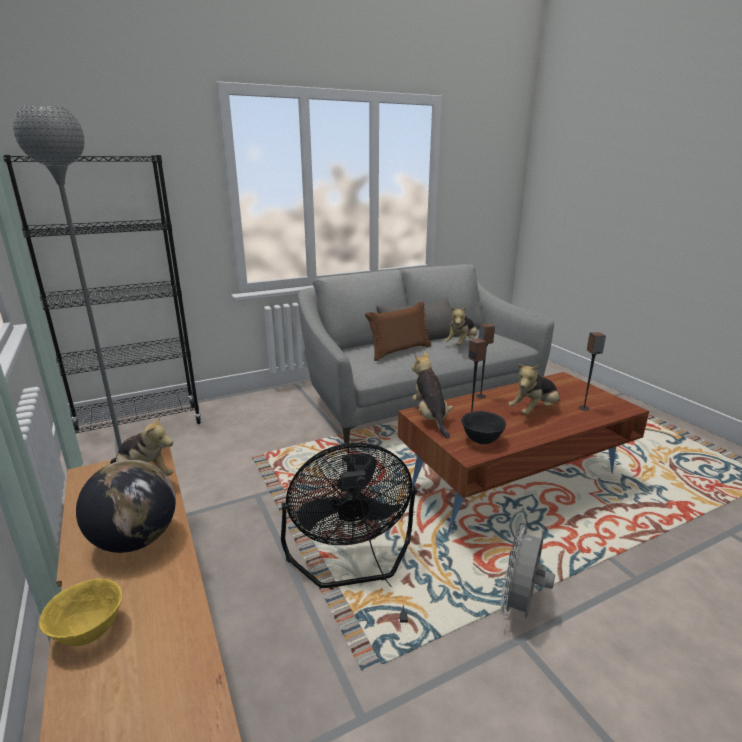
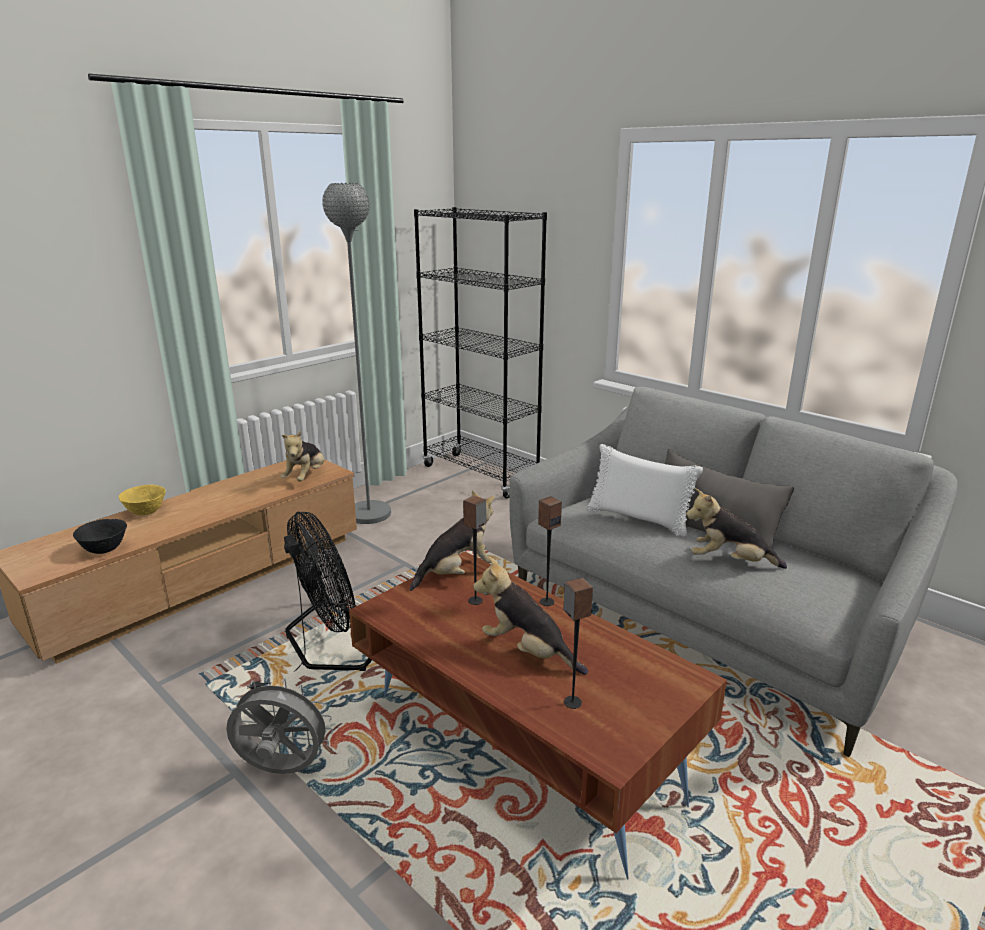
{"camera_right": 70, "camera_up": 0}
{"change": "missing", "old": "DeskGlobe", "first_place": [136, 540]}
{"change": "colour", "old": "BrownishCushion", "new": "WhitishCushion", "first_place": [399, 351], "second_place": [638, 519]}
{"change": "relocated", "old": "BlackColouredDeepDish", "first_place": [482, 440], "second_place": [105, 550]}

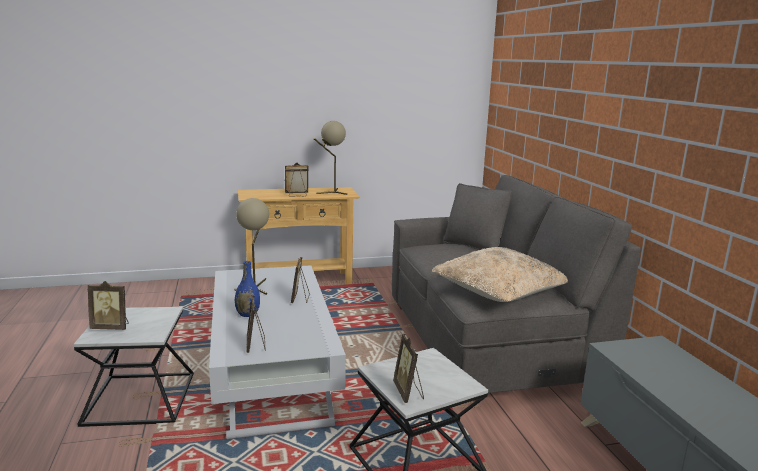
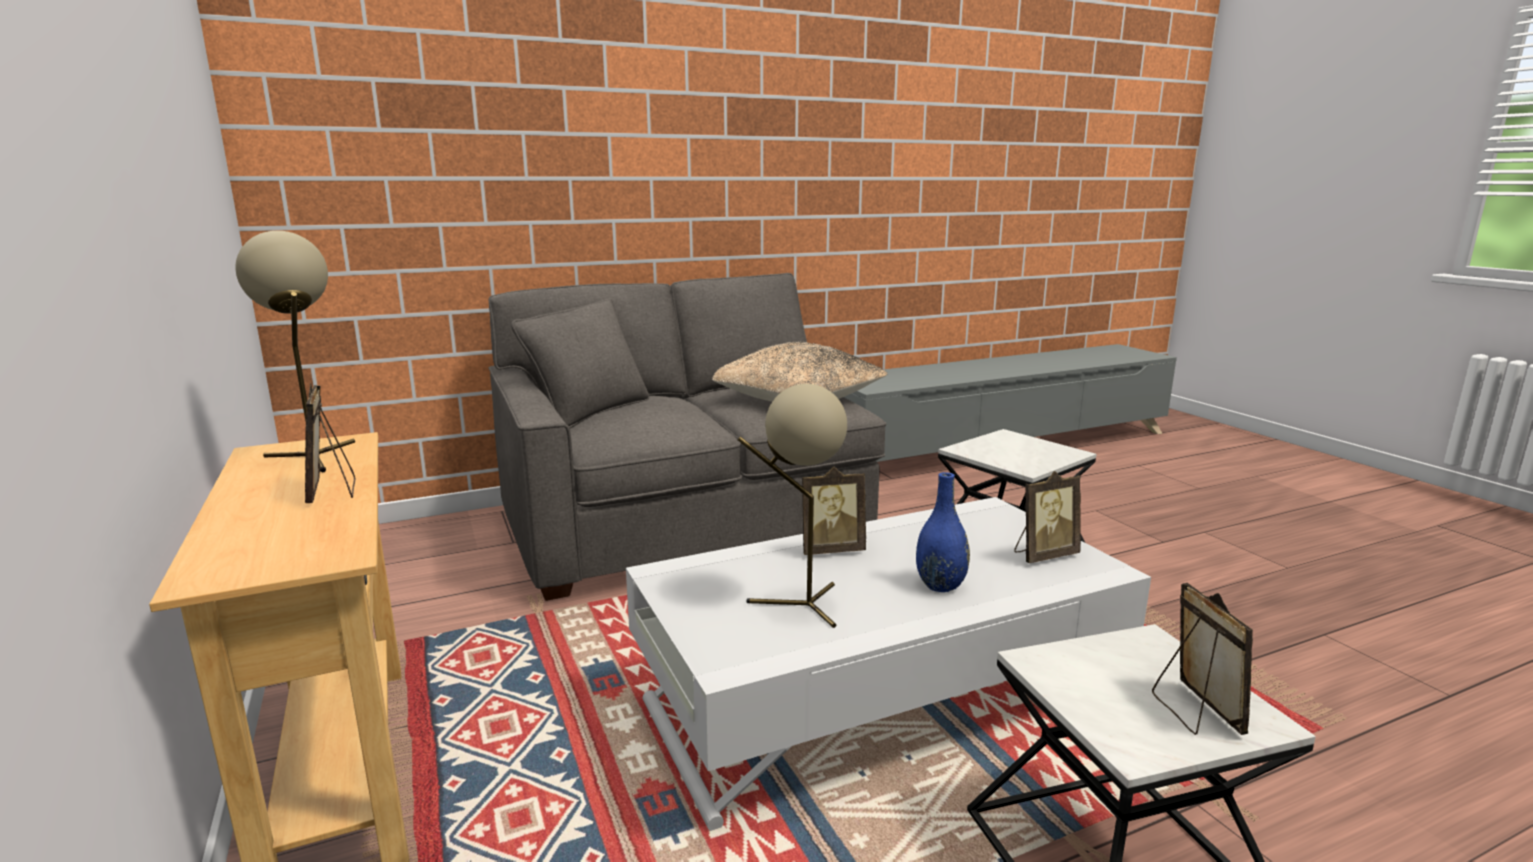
{"camera_right": -100, "camera_up": 0}
{"change": "missing", "old": "PhotoFrame", "first_place": [408, 392]}

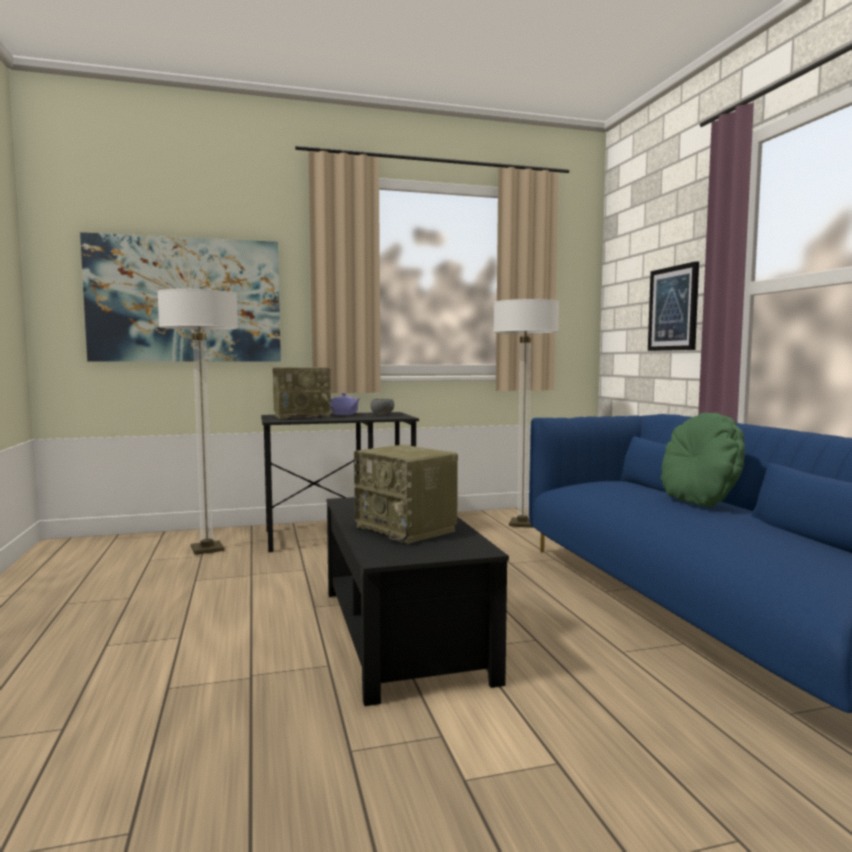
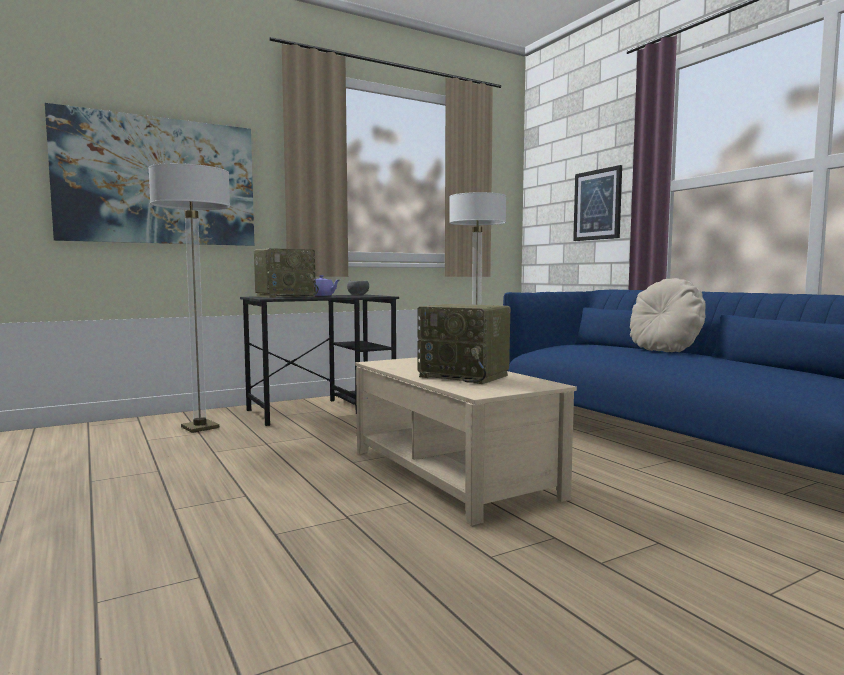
{"camera_right": -15, "camera_up": 0}
{"change": "colour", "old": "BlackColouredLoungeTable", "new": "BeigeLoungeTable", "first_place": [404, 633], "second_place": [453, 473]}
{"change": "colour", "old": "GreenColouredCushion", "new": "BeigeCushion", "first_place": [699, 503], "second_place": [665, 351]}

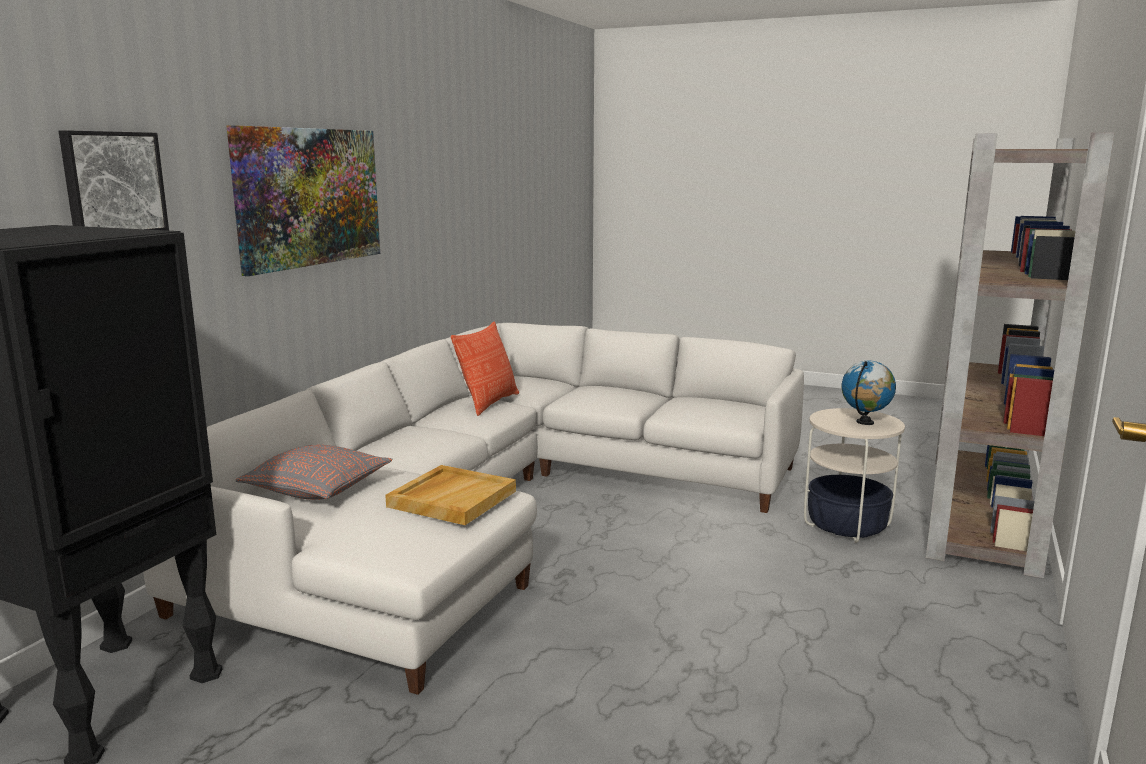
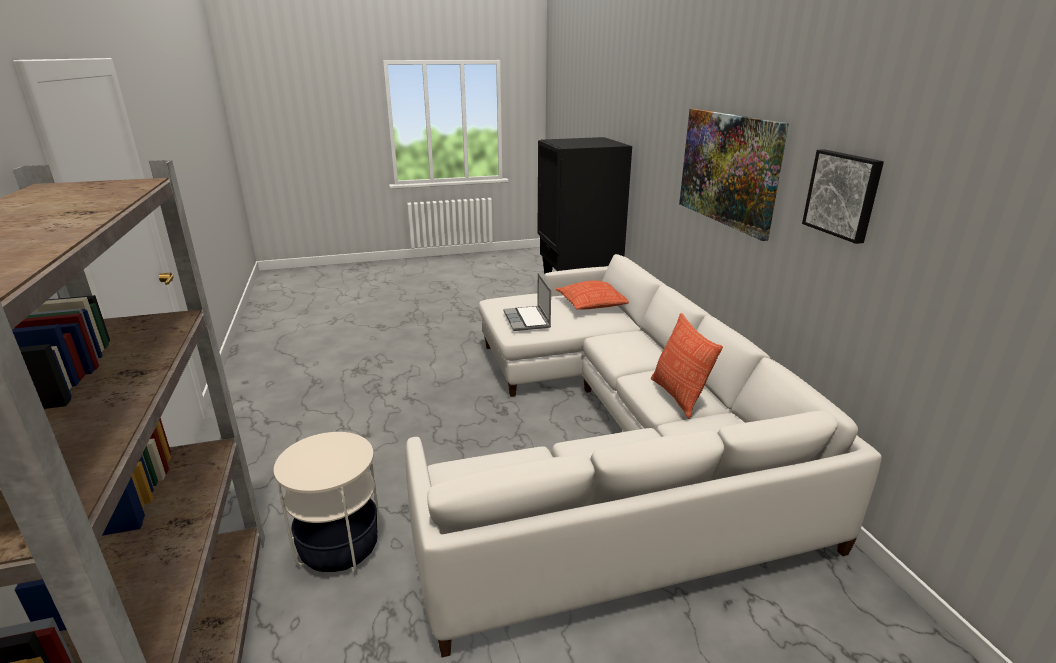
{"camera_right": 140, "camera_up": 10}
{"change": "relocated", "old": "Picture", "first_place": [113, 183], "second_place": [843, 194]}
{"change": "colour", "old": "GreyCushion", "new": "OrangeyCushion", "first_place": [318, 489], "second_place": [591, 305]}
{"change": "exchanged", "old": "BeigeServingTray", "new": "NotebookComputer", "first_place": [452, 498], "second_place": [527, 320]}
{"change": "missing", "old": "DeskGlobe", "first_place": [865, 422]}

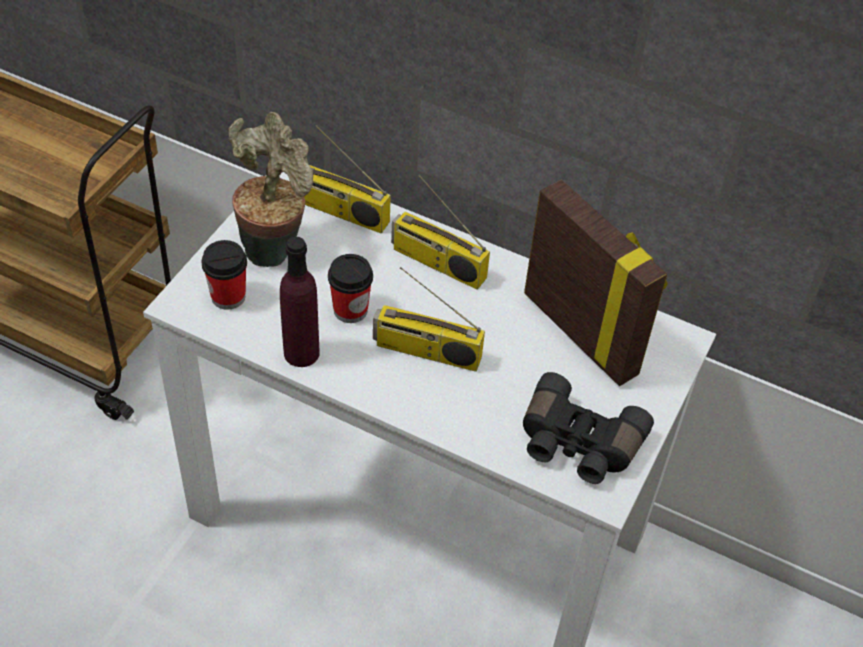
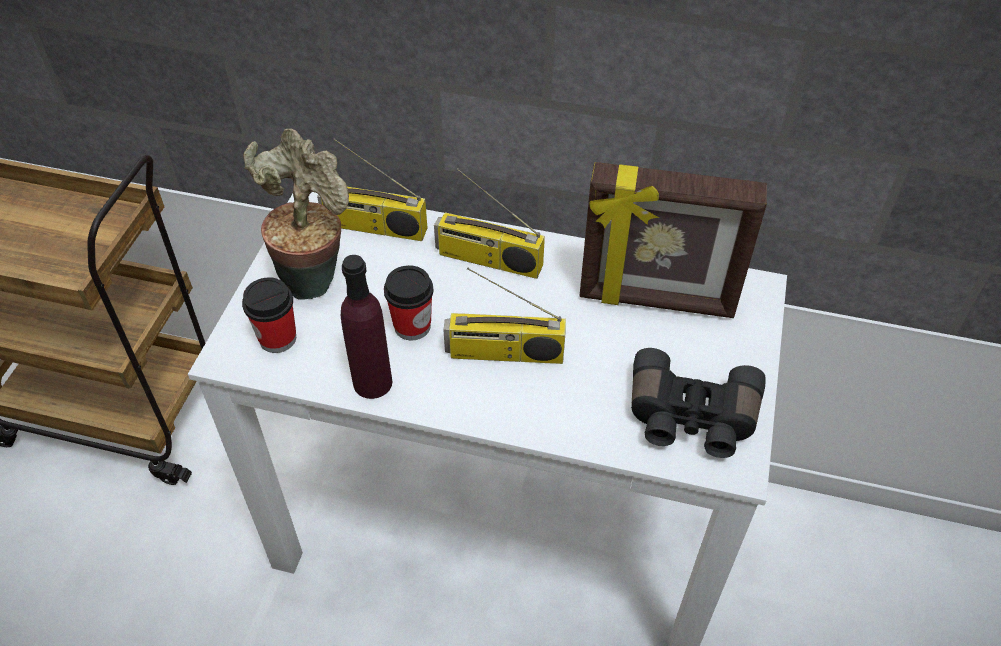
{"camera_right": -10, "camera_up": 0}
{"change": "spun", "old": "PhotoFrame", "first_place": [582, 333], "second_place": [656, 301], "degrees": 150}

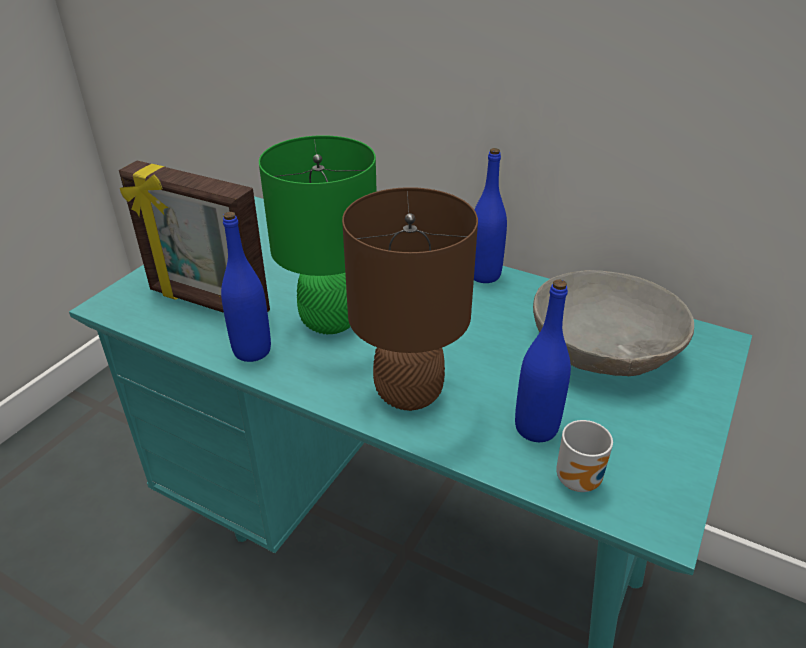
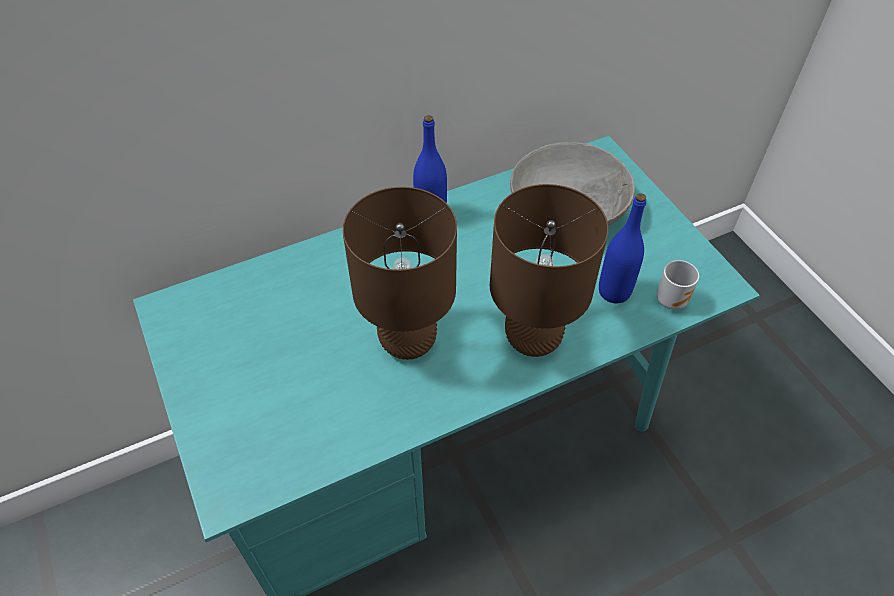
{"camera_right": -55, "camera_up": 15}
{"change": "missing", "old": "PhotoFrame", "first_place": [207, 302]}
{"change": "missing", "old": "BlueBottle", "first_place": [252, 351]}
{"change": "colour", "old": "GreenColouredTabletopLamp", "new": "BrownishTabletopLamp", "first_place": [327, 323], "second_place": [406, 344]}

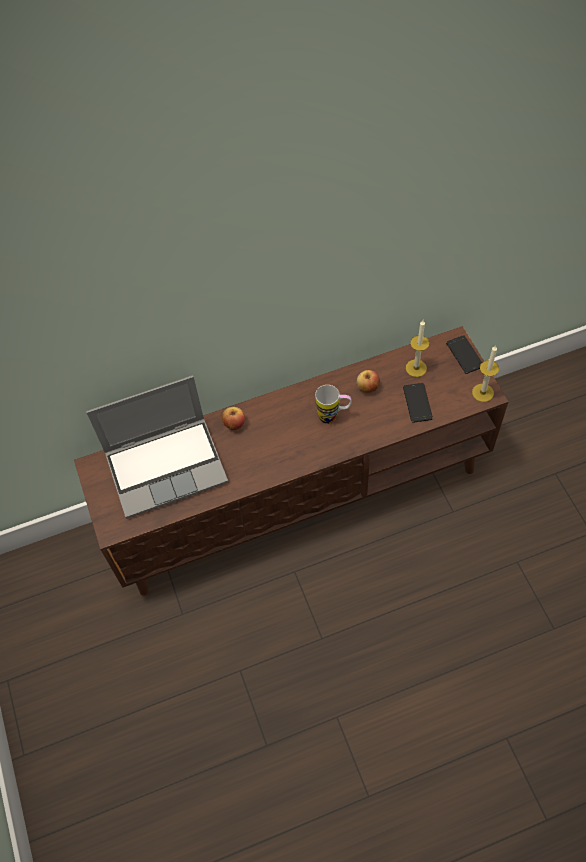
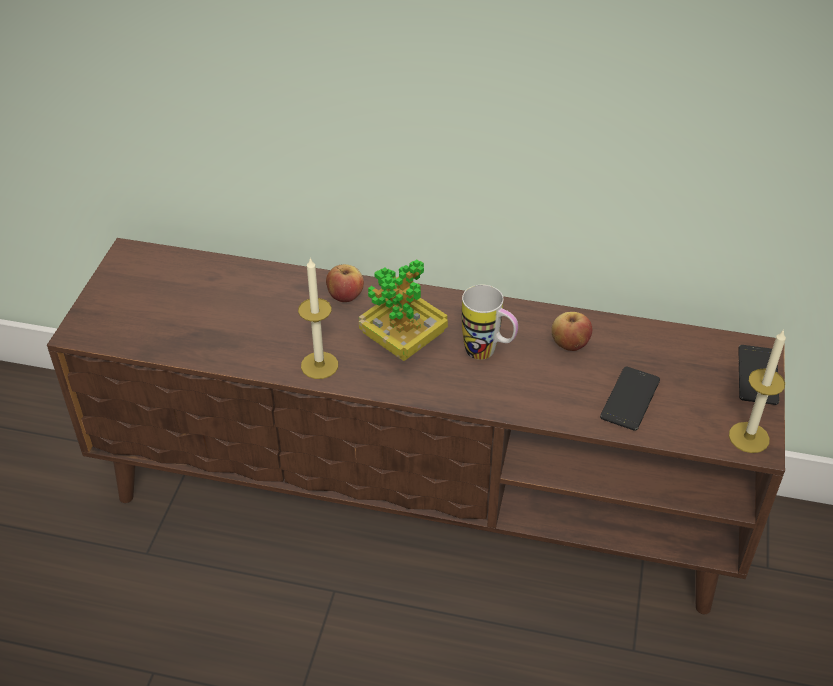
{"camera_right": 30, "camera_up": -15}
{"change": "missing", "old": "NotebookComputer", "first_place": [167, 466]}
{"change": "relocated", "old": "WaxLight", "first_place": [416, 368], "second_place": [319, 365]}
{"change": "appeared", "new": "Houseplant", "second_place": [403, 342]}

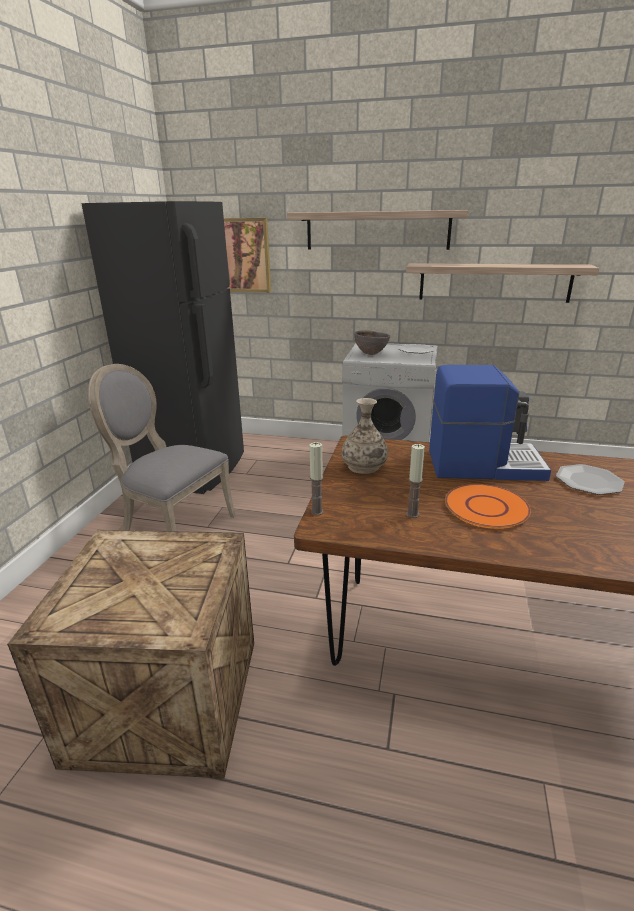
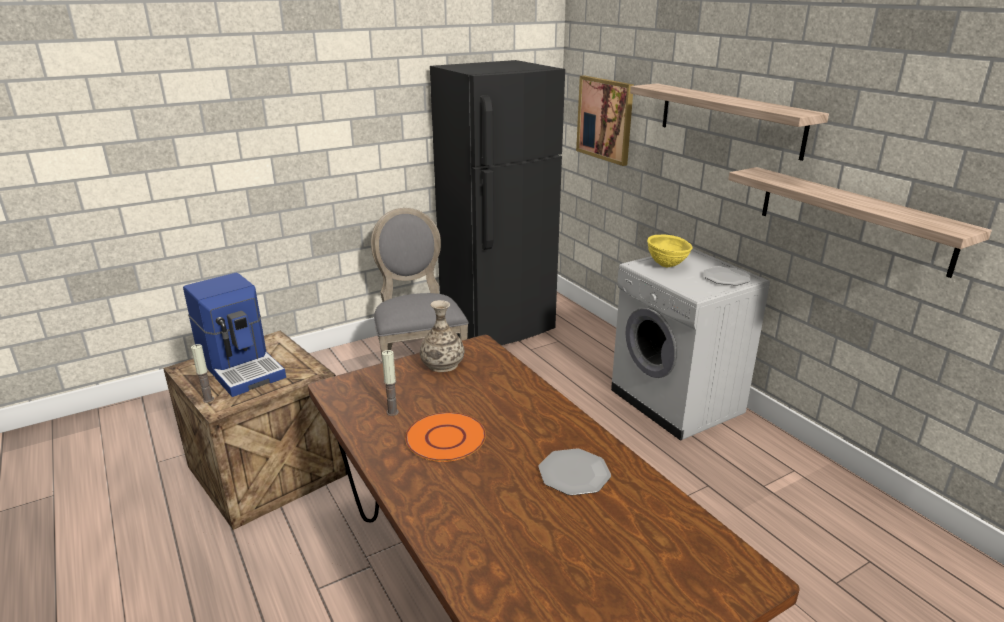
{"camera_right": 45, "camera_up": 0}
{"change": "relocated", "old": "WaxLight", "first_place": [317, 511], "second_place": [208, 399]}
{"change": "colour", "old": "BrownishDeepDish", "new": "YellowColouredDeepDish", "first_place": [371, 354], "second_place": [667, 266]}
{"change": "relocated", "old": "CoffeeMaker", "first_place": [483, 464], "second_place": [242, 367]}

